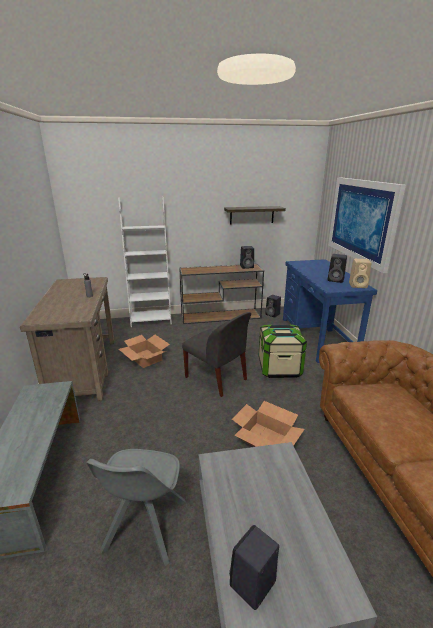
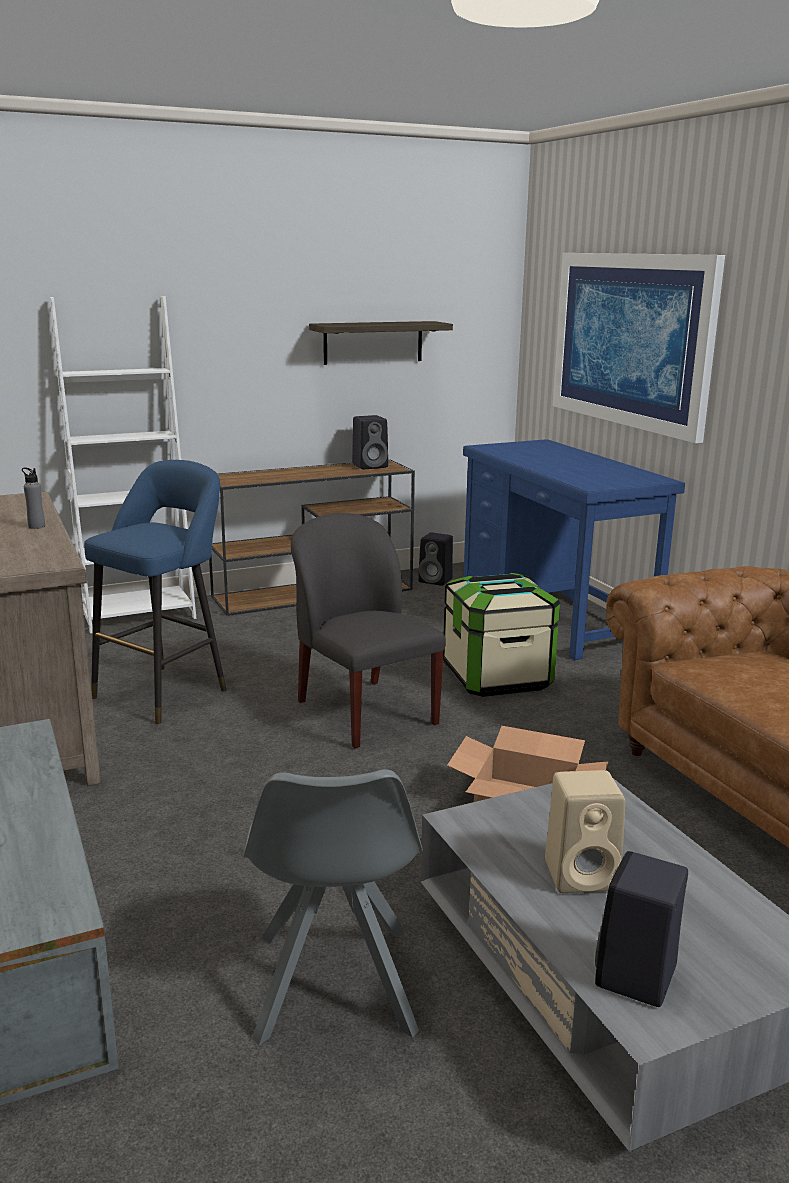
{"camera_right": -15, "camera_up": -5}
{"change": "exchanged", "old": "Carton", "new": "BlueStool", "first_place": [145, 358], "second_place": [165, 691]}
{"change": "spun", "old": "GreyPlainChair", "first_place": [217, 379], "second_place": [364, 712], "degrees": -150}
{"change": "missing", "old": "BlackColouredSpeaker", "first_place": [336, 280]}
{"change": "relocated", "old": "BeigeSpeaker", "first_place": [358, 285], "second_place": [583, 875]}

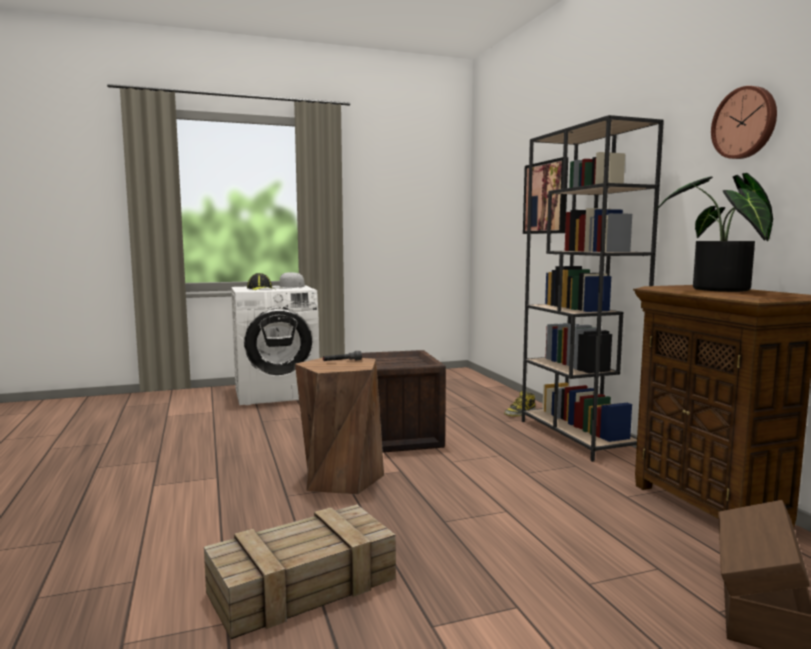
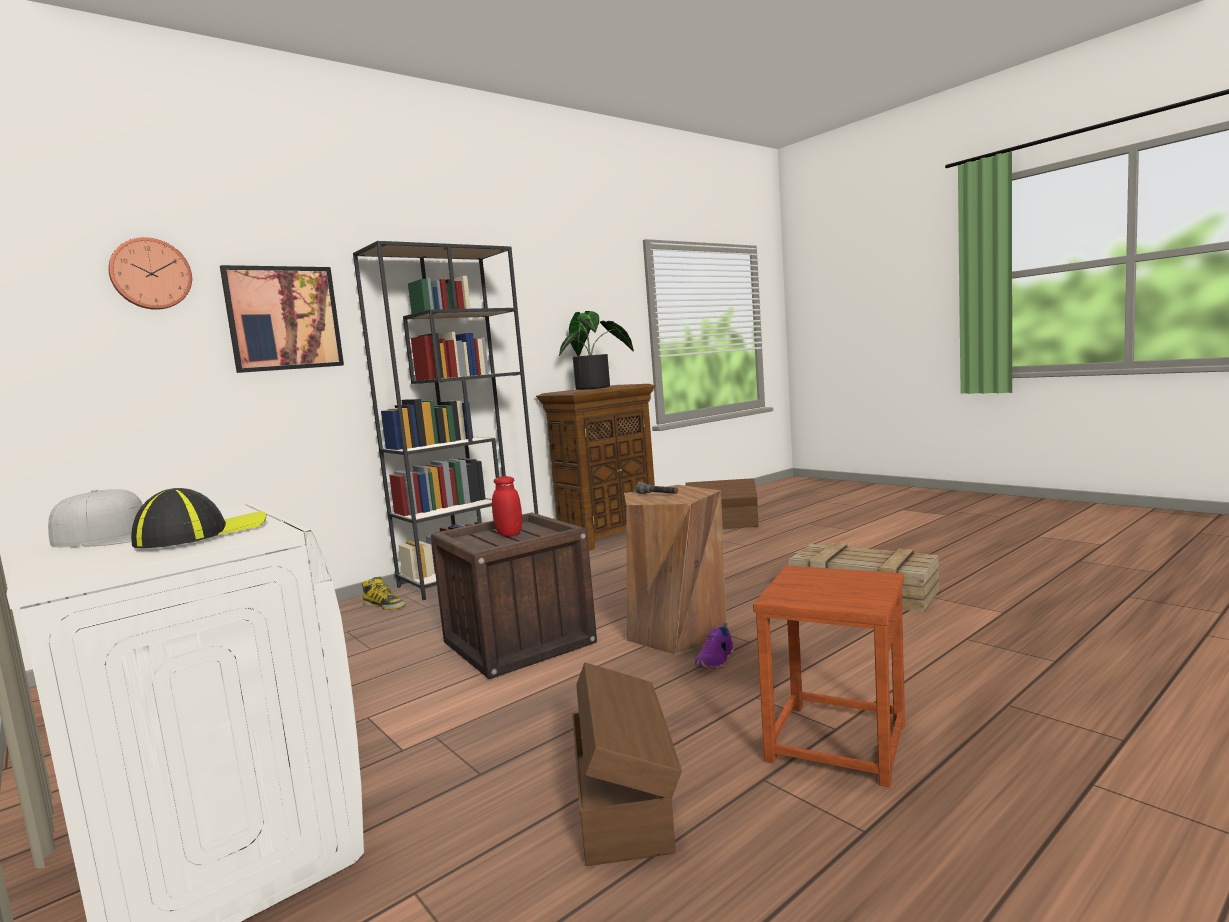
{"camera_right": -110, "camera_up": 0}
{"change": "relocated", "old": "ClockOnTheWall", "first_place": [745, 123], "second_place": [150, 274]}
{"change": "appeared", "new": "RedPreserveJar", "second_place": [509, 534]}
{"change": "appeared", "new": "BrownishStorageBin", "second_place": [623, 798]}
{"change": "appeared", "new": "PurpleColouredLowShoe", "second_place": [716, 661]}
{"change": "appeared", "new": "BrownishStool", "second_place": [835, 741]}

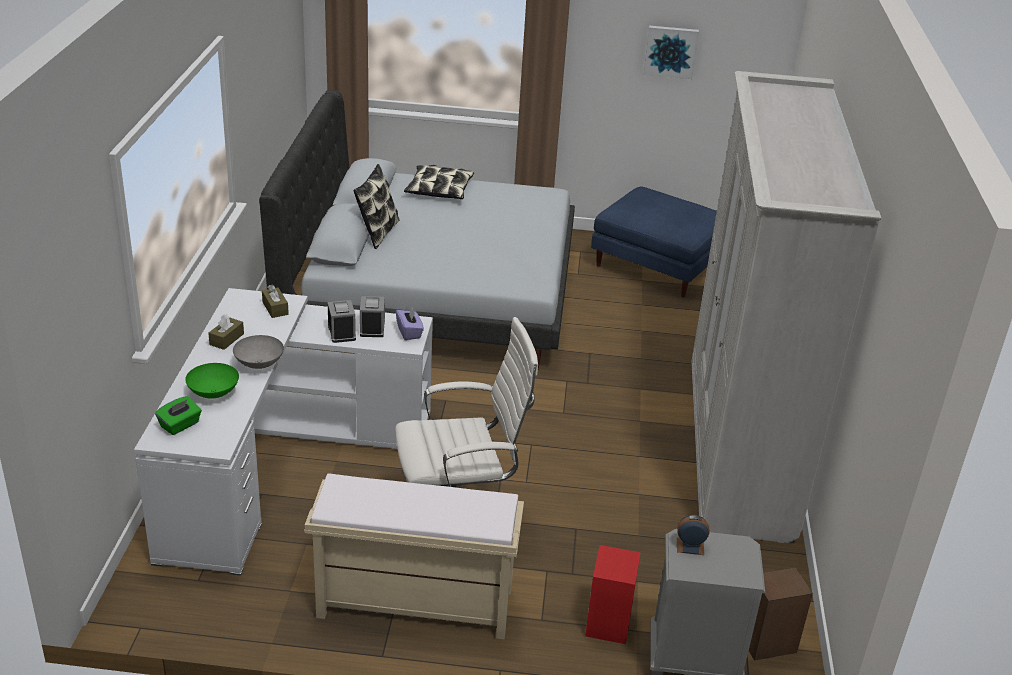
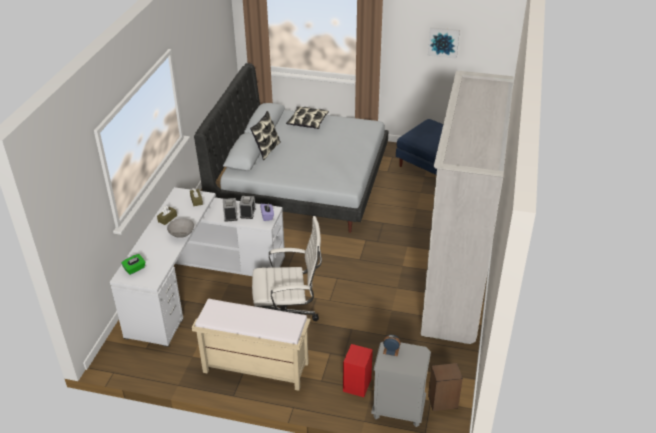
{"camera_right": 10, "camera_up": 5}
{"change": "missing", "old": "GreenColouredDeepDish", "first_place": [214, 393]}

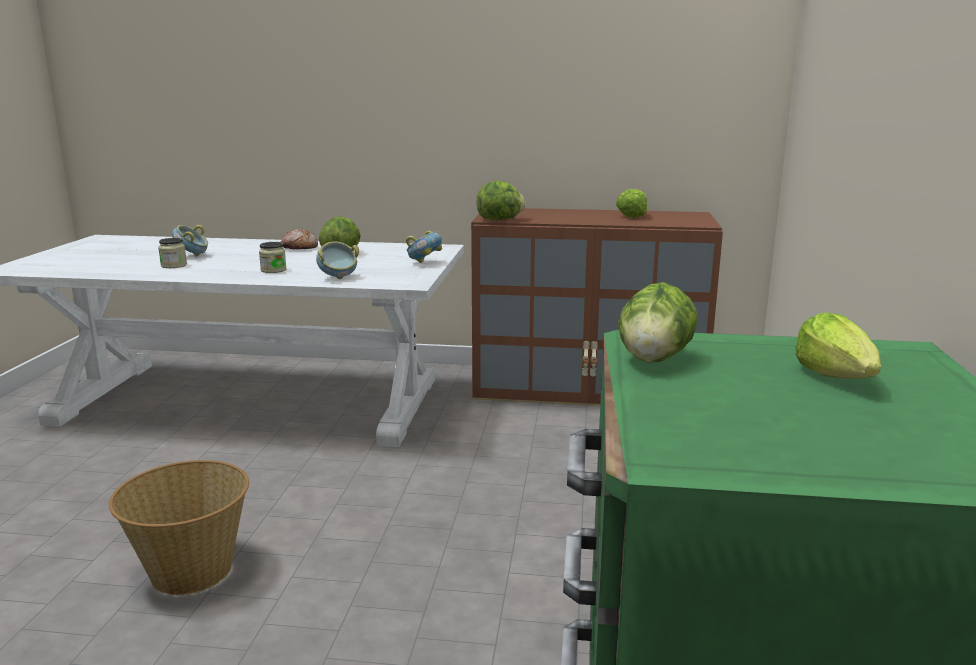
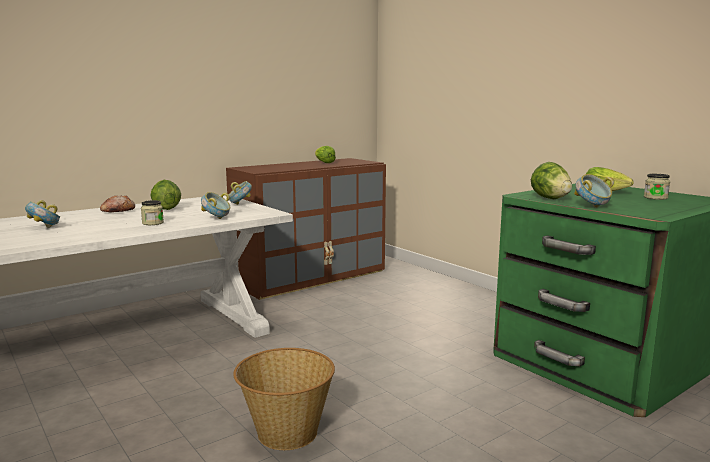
{"camera_right": -45, "camera_up": -5}
{"change": "relocated", "old": "PreserveJar", "first_place": [174, 265], "second_place": [655, 197]}
{"change": "missing", "old": "Lettuce", "first_place": [500, 219]}
{"change": "appeared", "new": "DeepDish", "second_place": [592, 207]}

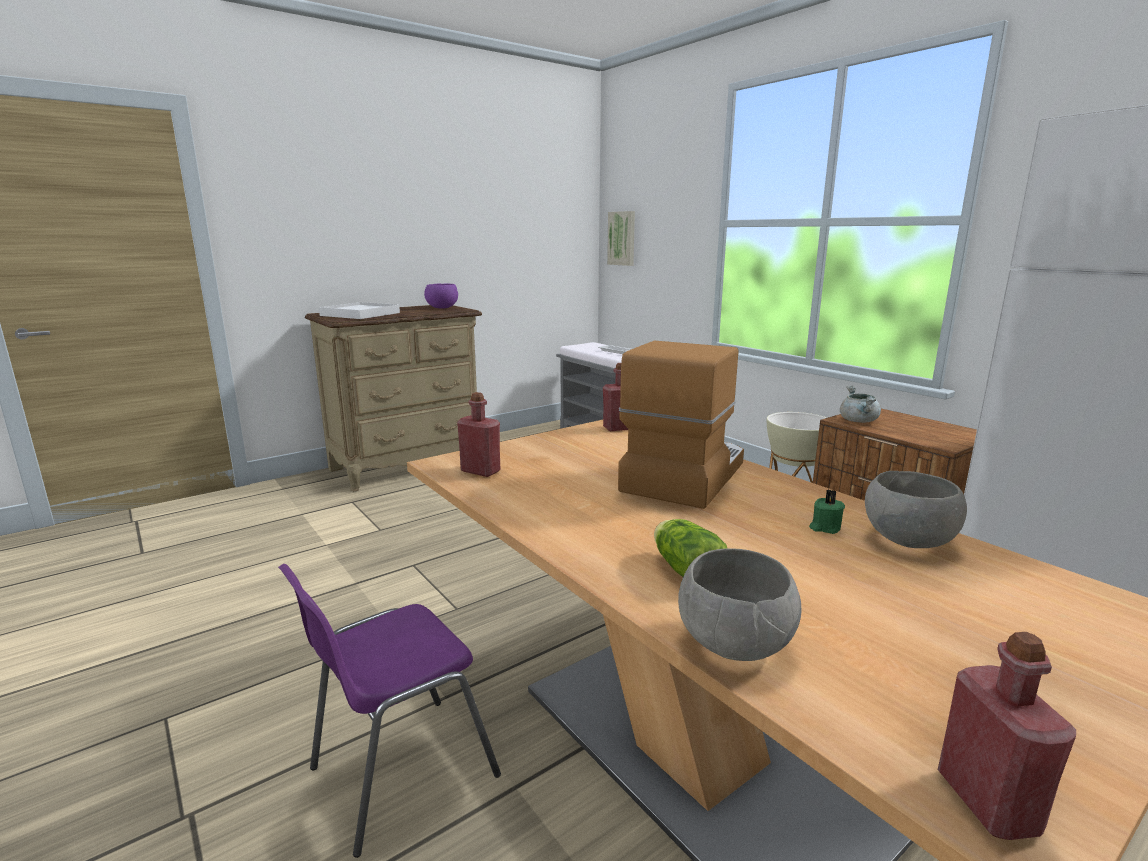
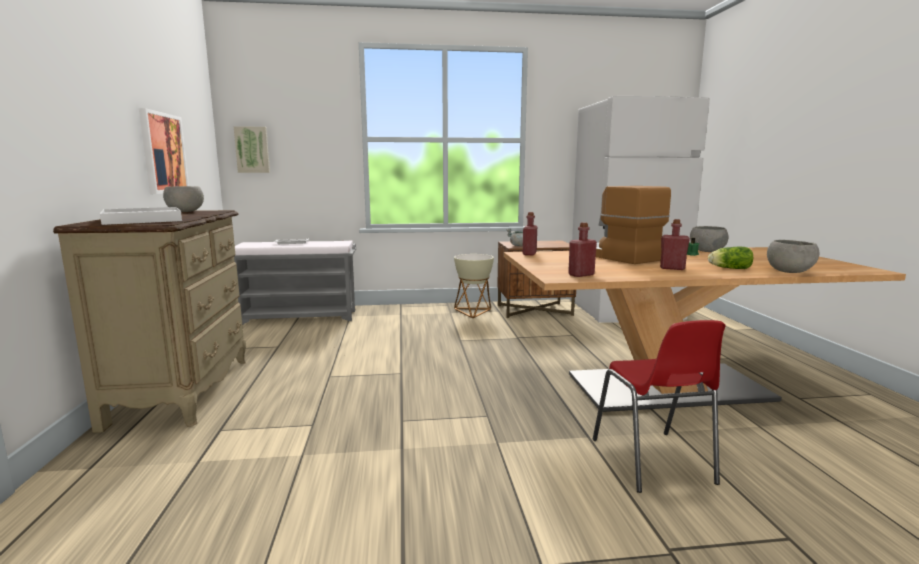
{"camera_right": -60, "camera_up": -5}
{"change": "colour", "old": "PurpleColouredPlainChair", "new": "RedPlainChair", "first_place": [398, 772], "second_place": [653, 462]}
{"change": "colour", "old": "PurpleColouredDeepDish", "new": "GreyDeepDish", "first_place": [441, 308], "second_place": [185, 212]}
{"change": "relocated", "old": "RedBottle", "first_place": [987, 802], "second_place": [672, 268]}
{"change": "appeared", "new": "Picture", "second_place": [163, 153]}

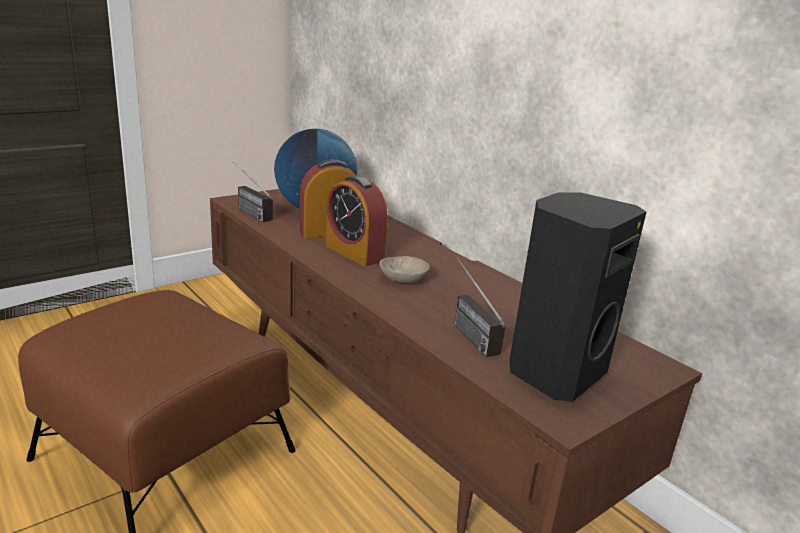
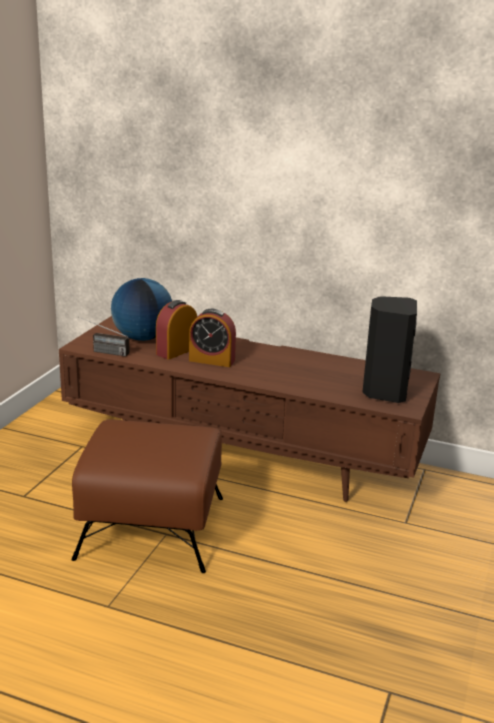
{"camera_right": -30, "camera_up": 0}
{"change": "missing", "old": "BeigeDeepDish", "first_place": [403, 279]}
{"change": "missing", "old": "RadioReceiver", "first_place": [466, 330]}

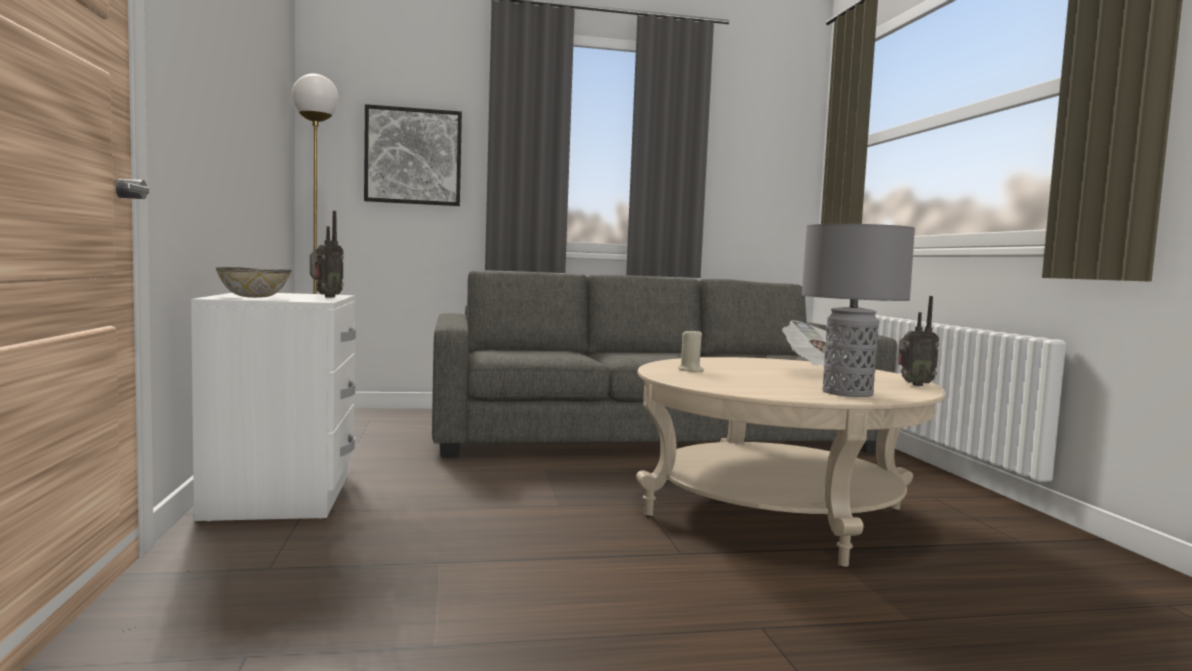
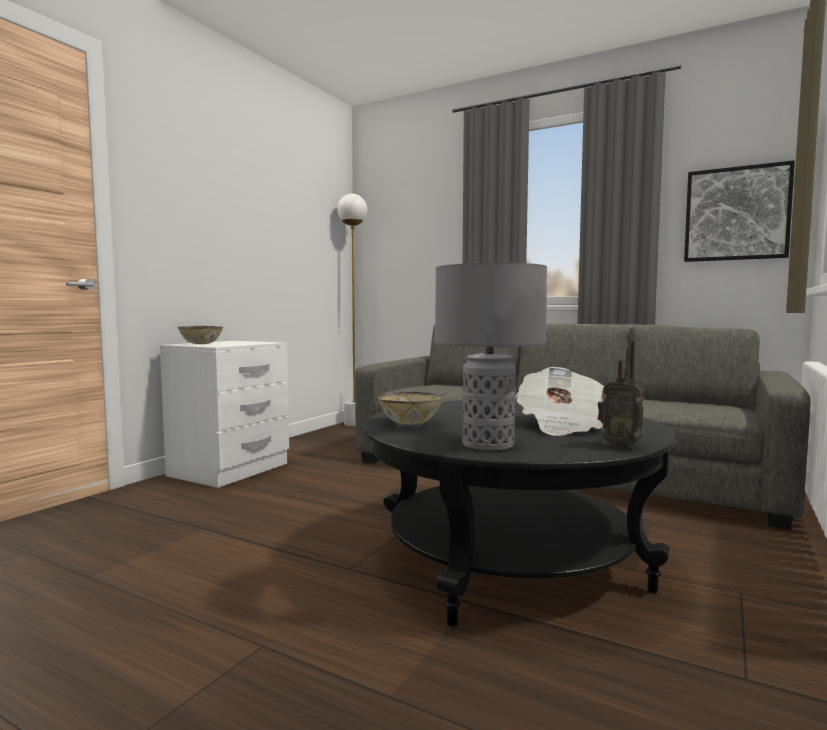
{"camera_right": 40, "camera_up": 0}
{"change": "missing", "old": "RadioReceiver", "first_place": [325, 297]}
{"change": "relocated", "old": "Picture", "first_place": [413, 156], "second_place": [736, 214]}
{"change": "colour", "old": "BeigeLoungeTable", "new": "BlackColouredLoungeTable", "first_place": [776, 512], "second_place": [509, 559]}
{"change": "missing", "old": "BeigeWaxLight", "first_place": [690, 370]}
{"change": "appeared", "new": "DeepDish", "second_place": [410, 423]}

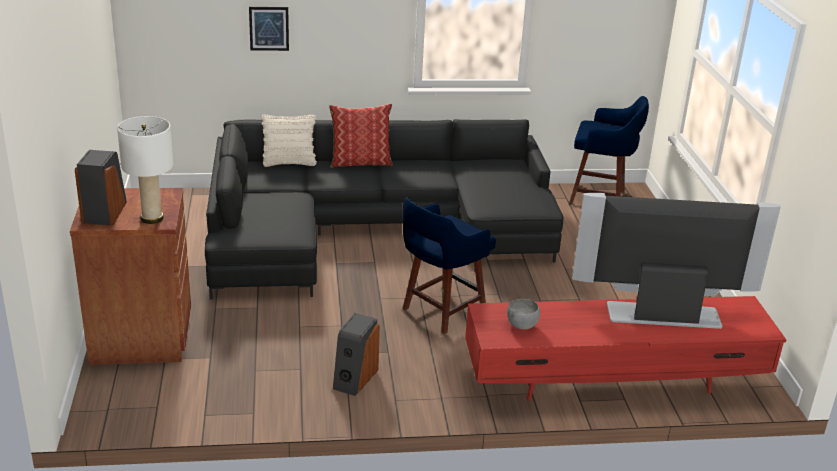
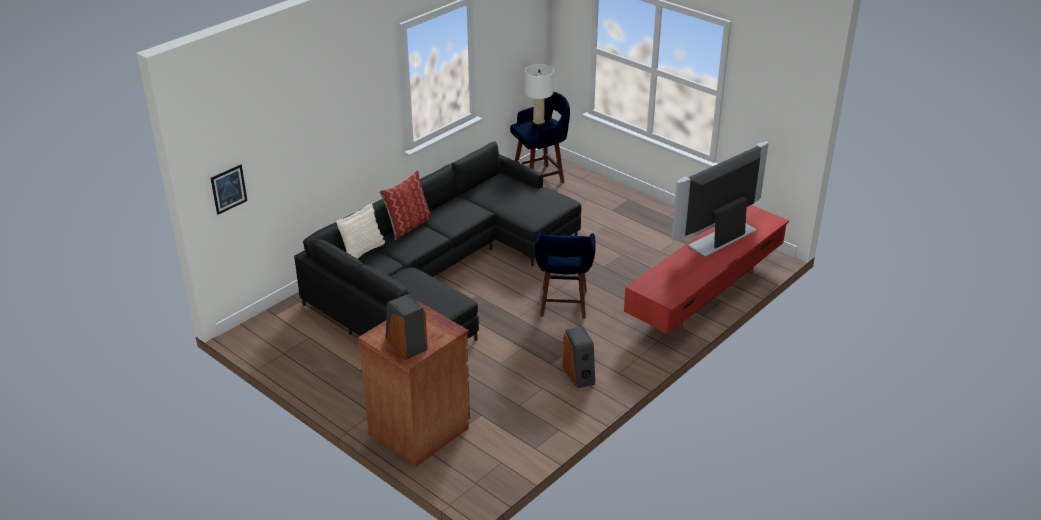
{"camera_right": -40, "camera_up": 5}
{"change": "relocated", "old": "WhitishTabletopLamp", "first_place": [152, 218], "second_place": [538, 123]}
{"change": "relocated", "old": "Picture", "first_place": [269, 28], "second_place": [228, 189]}
{"change": "missing", "old": "GreyDeepDish", "first_place": [521, 326]}

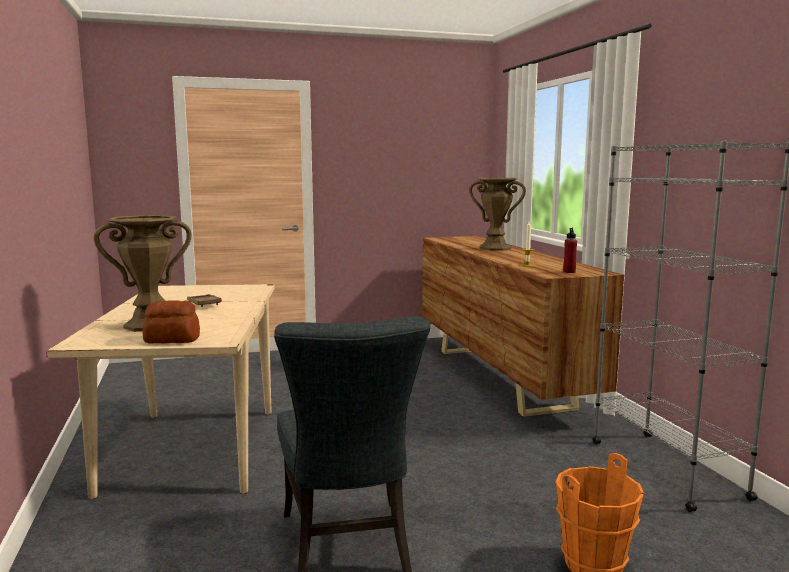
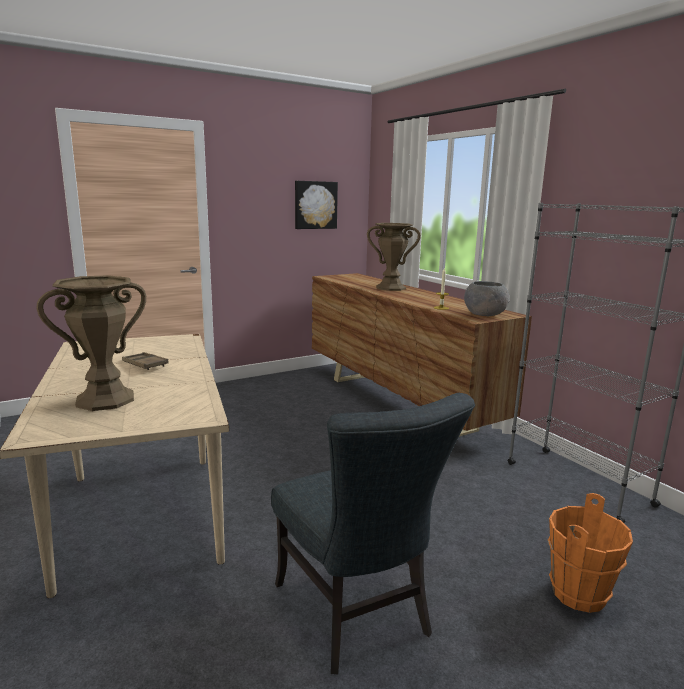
{"camera_right": -15, "camera_up": 5}
{"change": "missing", "old": "Bread", "first_place": [172, 339]}
{"change": "exchanged", "old": "RedBottle", "new": "GreyDeepDish", "first_place": [569, 272], "second_place": [485, 315]}
{"change": "appeared", "new": "Picture", "second_place": [315, 205]}

